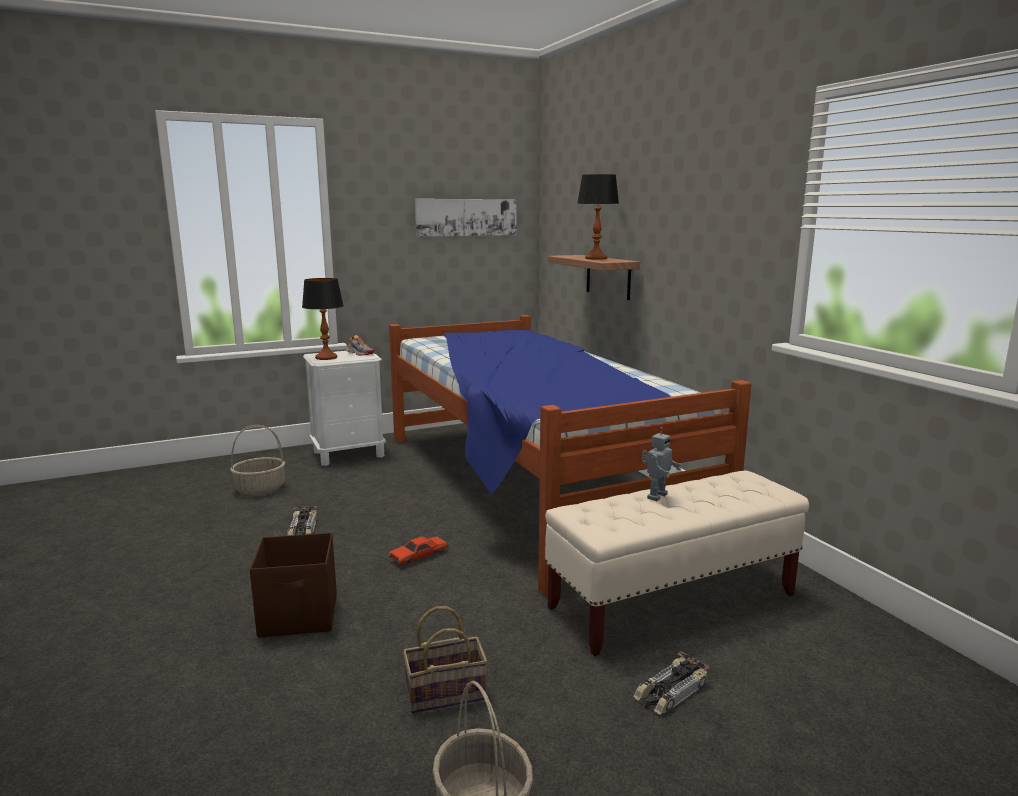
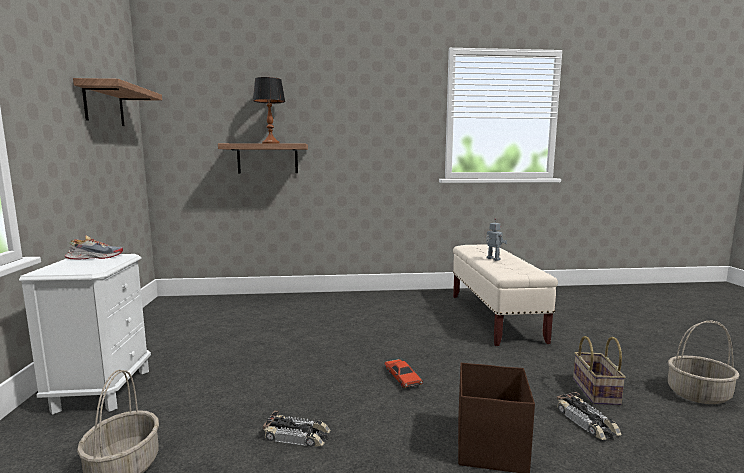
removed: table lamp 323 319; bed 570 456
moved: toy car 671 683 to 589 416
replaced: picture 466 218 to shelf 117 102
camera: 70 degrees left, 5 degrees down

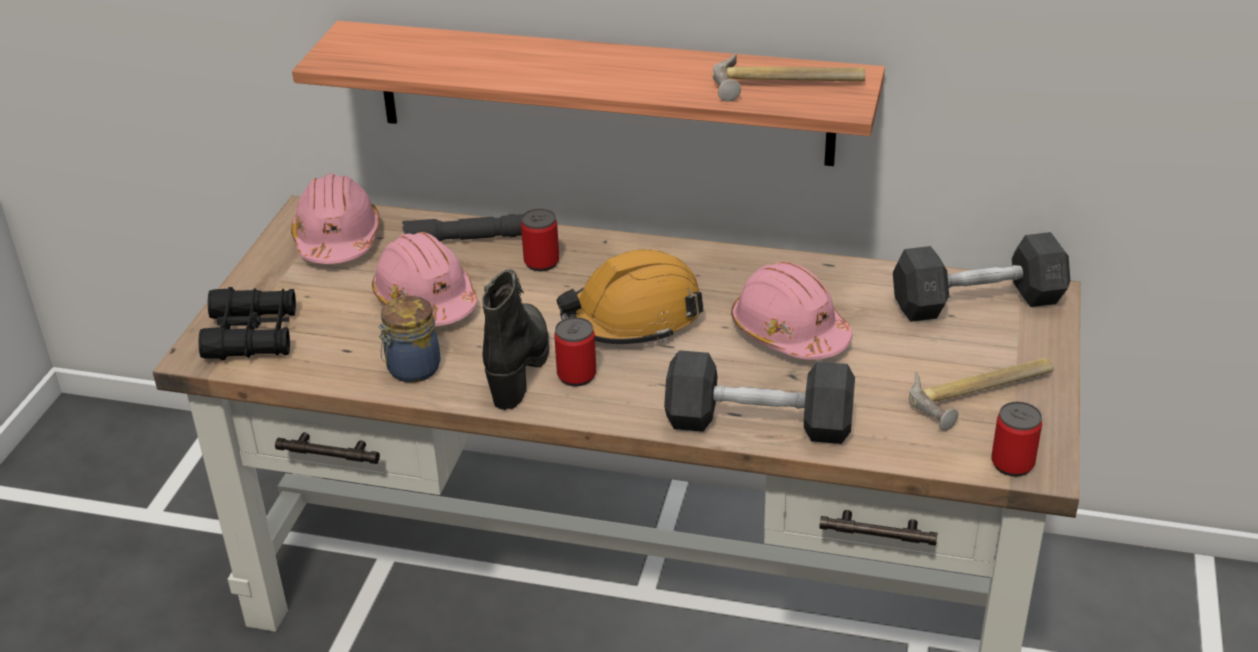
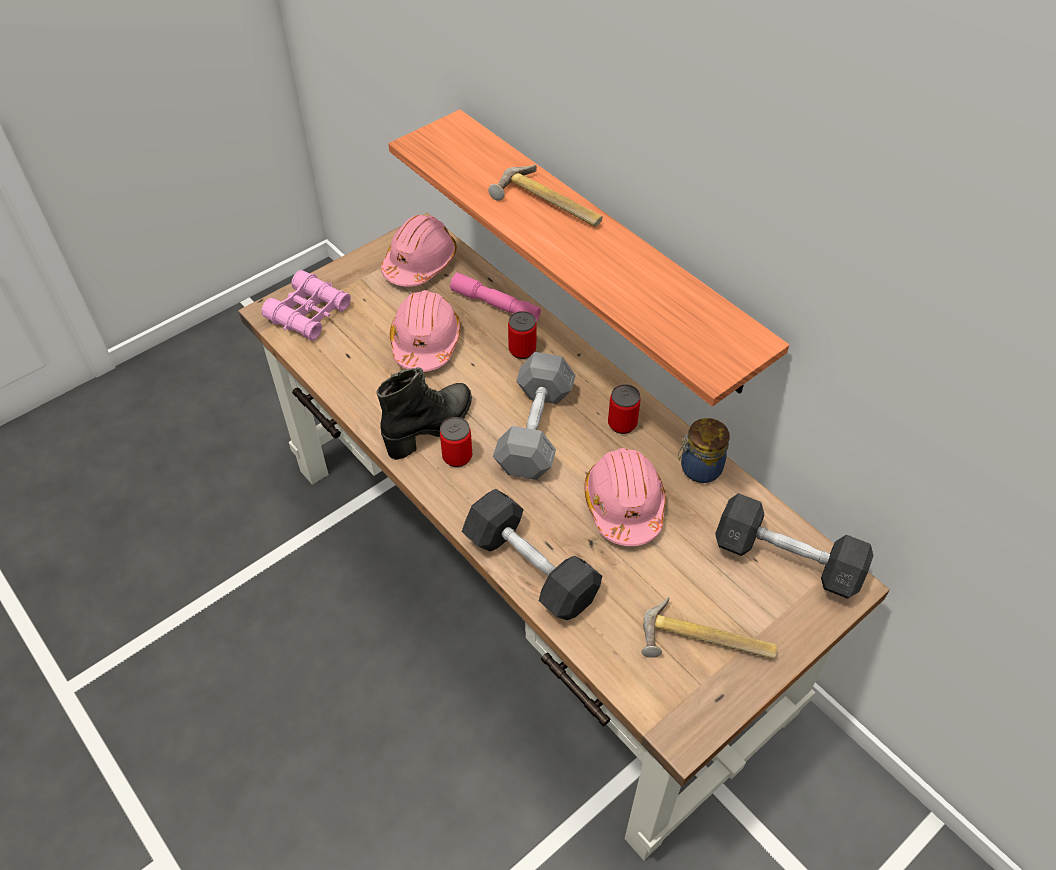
moved: hammer 788 77 to 545 195; can 1016 439 to 624 409; jar 409 339 to 704 450
replaced: hard hat (orange) 630 296 to dumbbell (grey) 534 416
recoloured: binoculars (black) 247 323 to binoculars (pink) 306 305; flashlight (grey) 463 228 to flashlight (pink) 495 296
camera: 35 degrees right, 15 degrees up

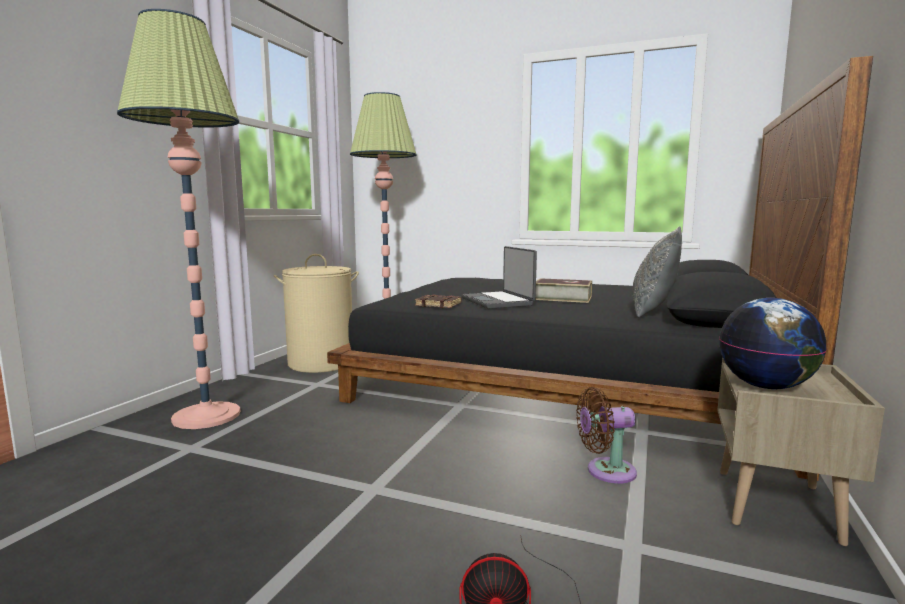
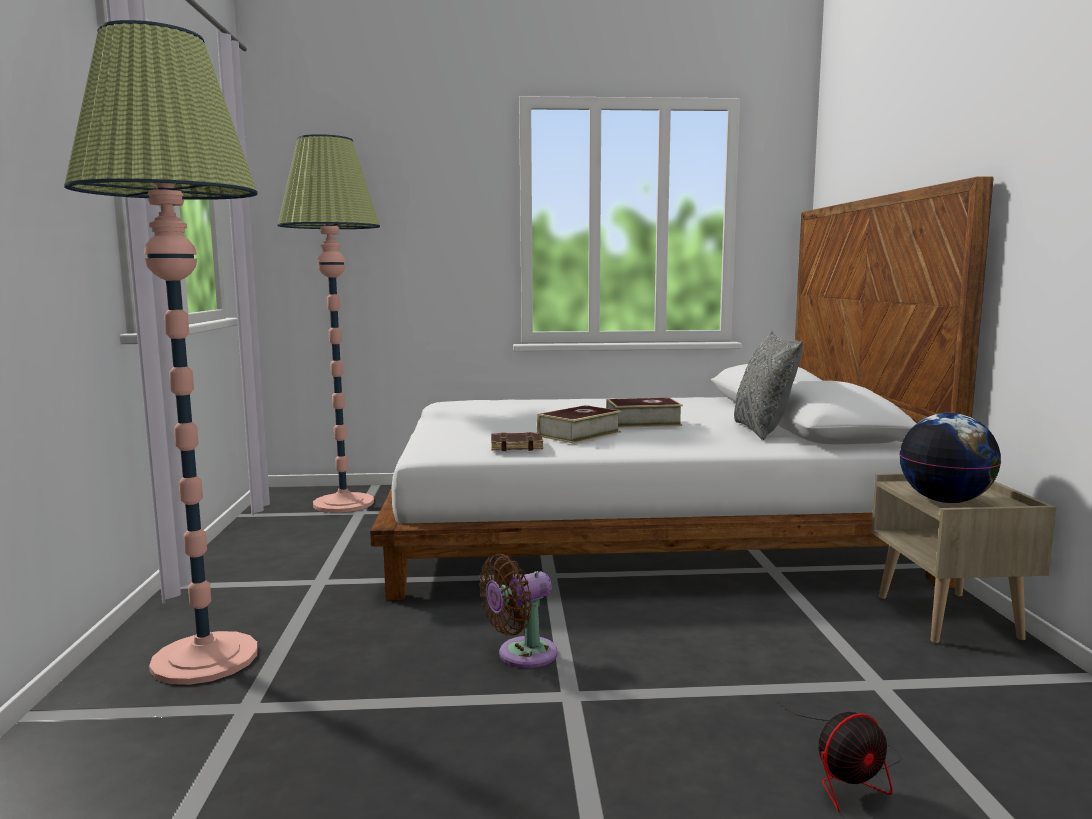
removed: laundry basket (beige) 316 313
moved: fan (brown) 606 435 to 518 611
replaced: laptop 499 277 to book 579 424
recoloured: bed (black) 600 268 to bed (white) 682 388
camera: 25 degrees left, 0 degrees up

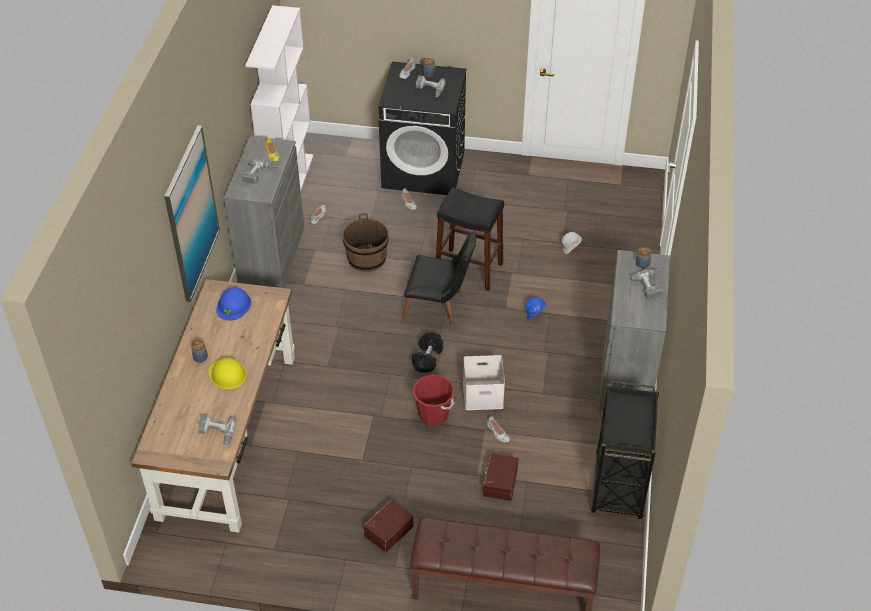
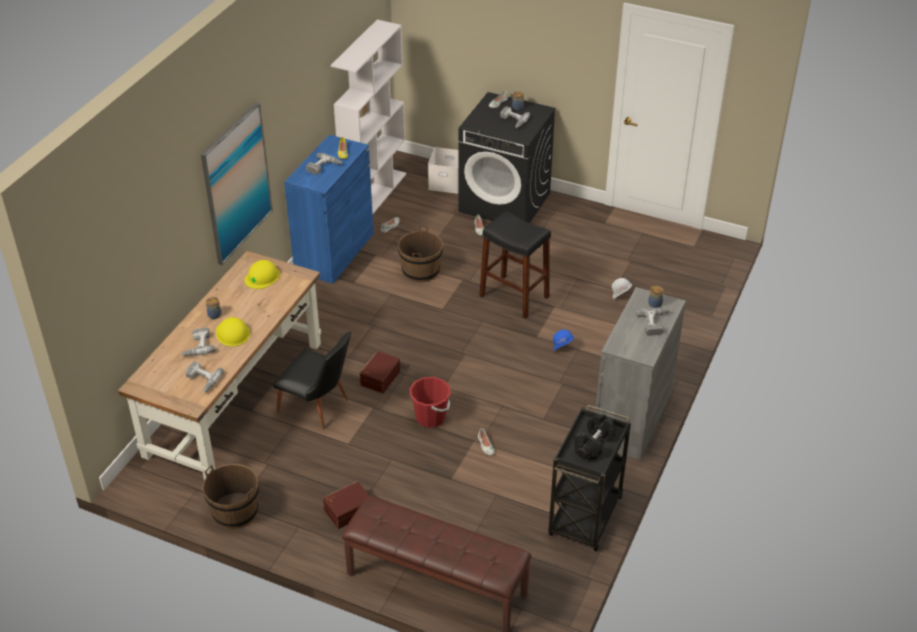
added: power drill 198 341; bucket (brown) 231 496
moved: chair (black) 439 279 to 312 381; storage box (brown) 500 477 to 380 372; storage box (white) 484 382 to 443 170; dumbbell (black) 427 352 to 594 437
recoloured: hard hat (blue) 233 304 to hard hat (yellow) 262 274; cabinet (grey) 264 212 to cabinet (blue) 329 209
camera: 15 degrees right, 5 degrees down

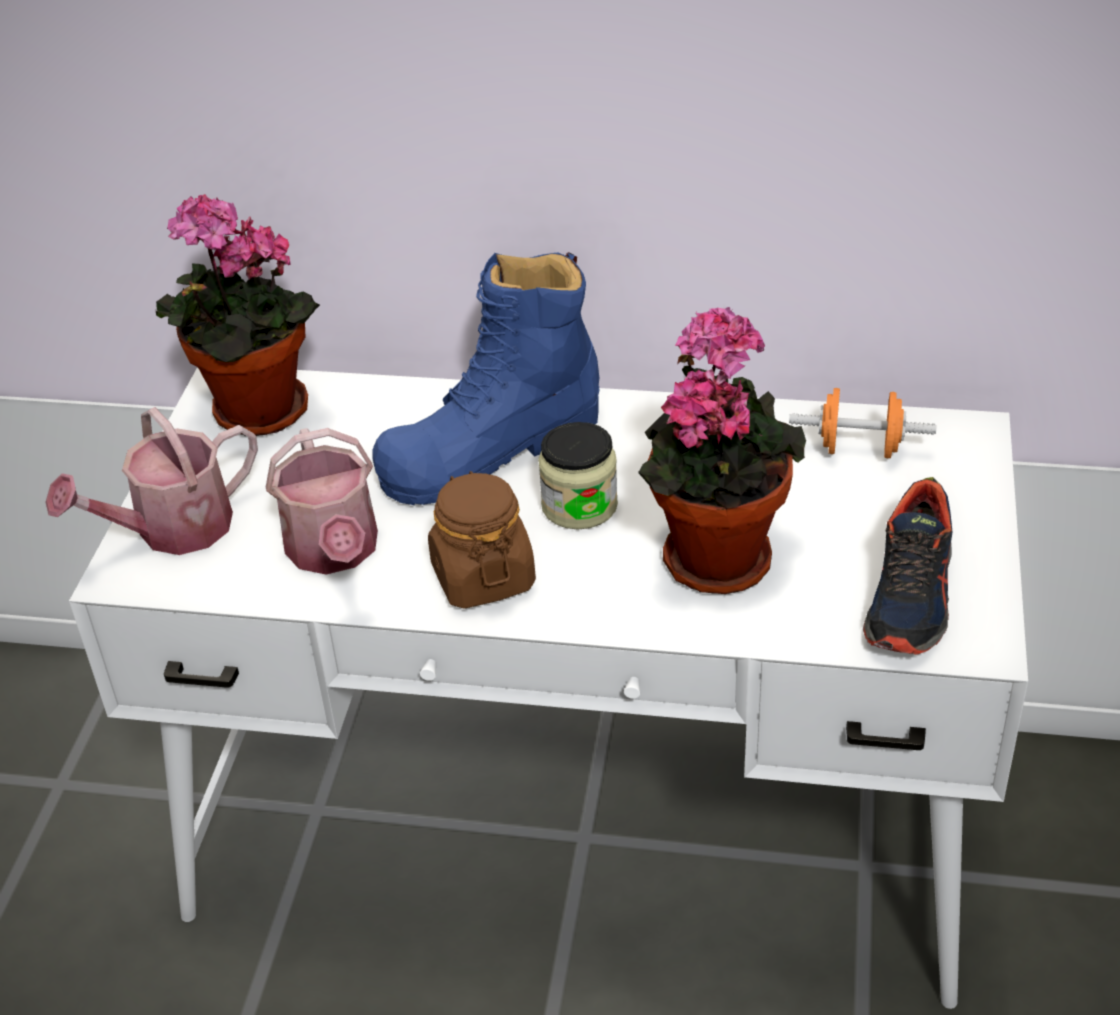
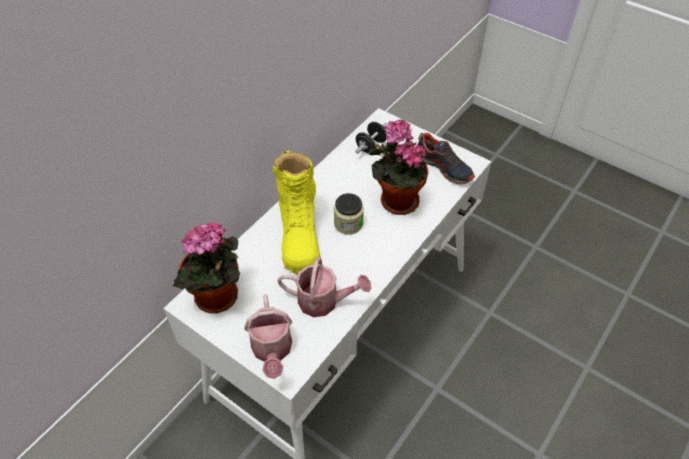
removed: jar (brown) 482 540
recoloured: boot (blue) 486 378 to boot (yellow) 296 212; dumbbell (orange) 863 423 to dumbbell (black) 371 138
camera: 65 degrees left, 10 degrees up

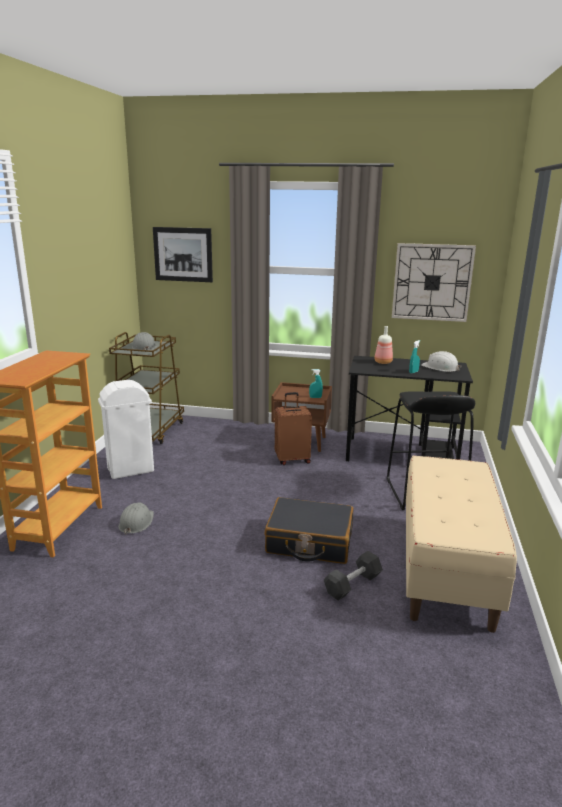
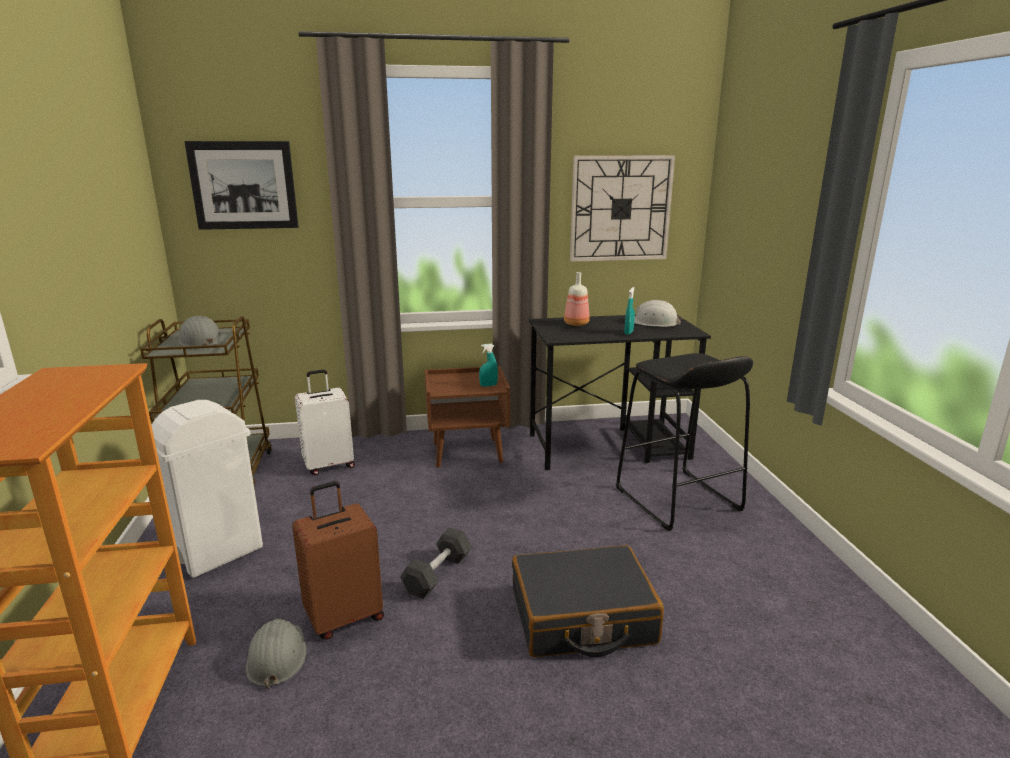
removed: bench (beige) 461 544
added: suitcase (white) 325 422
moved: suitcase (brown) 293 428 to 338 560; dumbbell (black) 353 576 to 435 563
camera: 20 degrees left, 0 degrees up

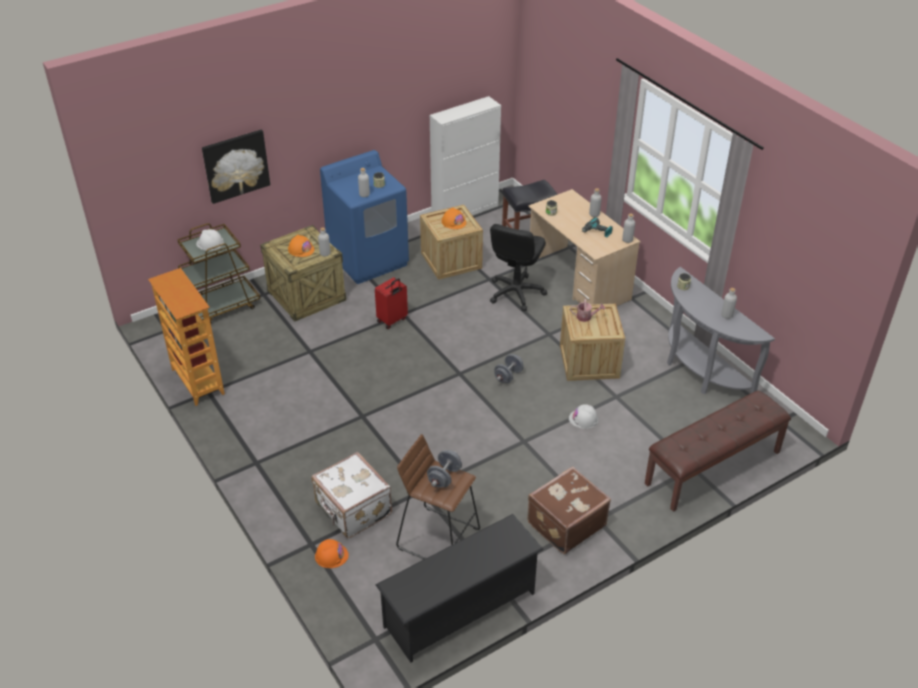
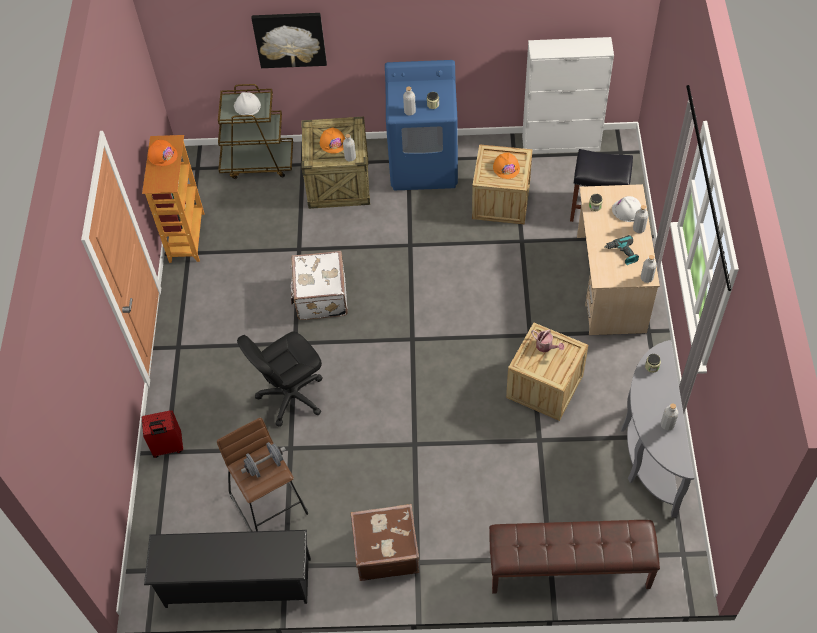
removed: dumbbell (grey) 509 368
moved: suitcase (red) 391 303 to 162 434; hard hat (orange) 331 553 to 163 153; office chair (black) 518 267 to 280 379; suitcase (white) 351 495 to 319 285; hard hat (white) 583 416 to 626 209
camera: 35 degrees right, 15 degrees up

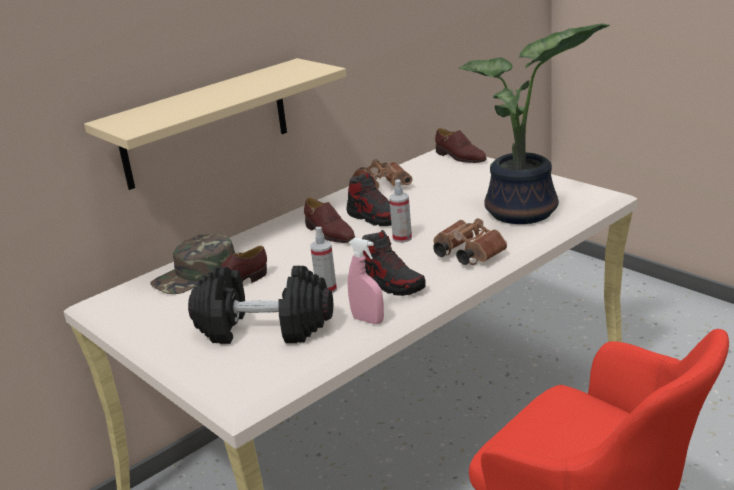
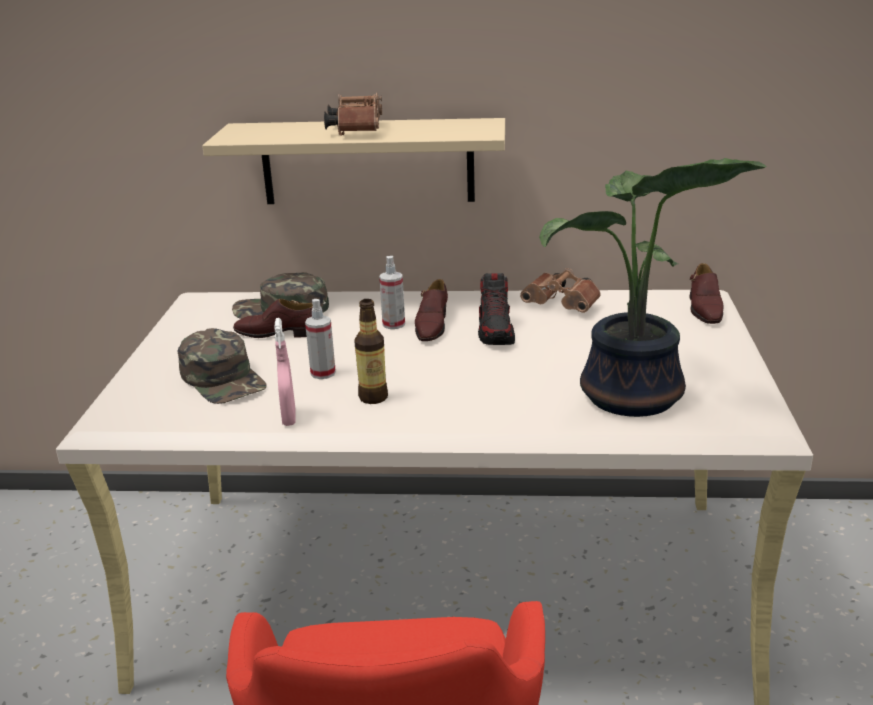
moved: binoculars (brown) 470 241 to 353 114; spray bottle 400 211 to 392 292
replaced: dumbbell (black) 260 305 to cap (green) 222 366; shoe 394 263 to bottle 371 351
camera: 45 degrees right, 0 degrees up

